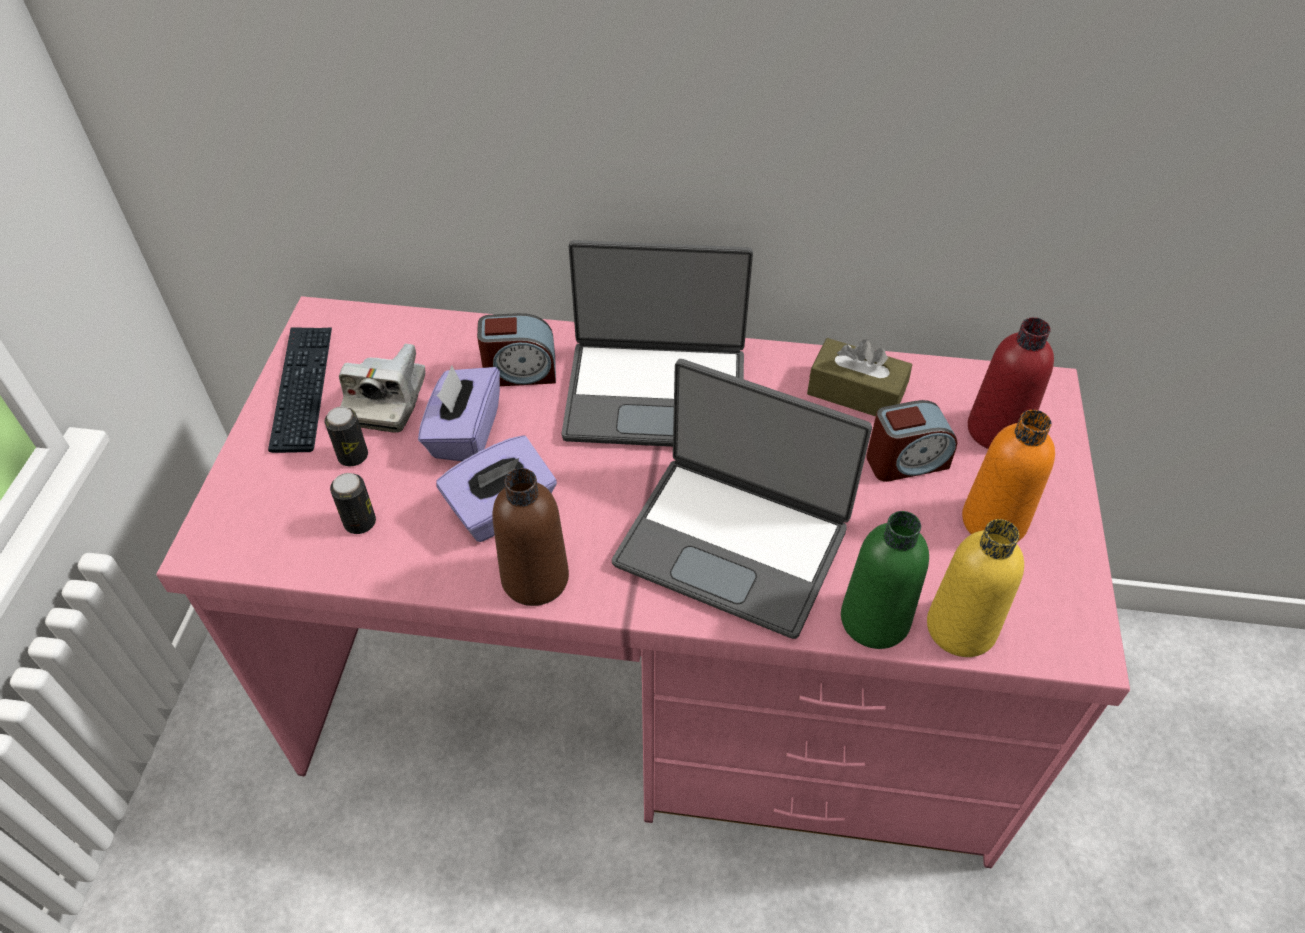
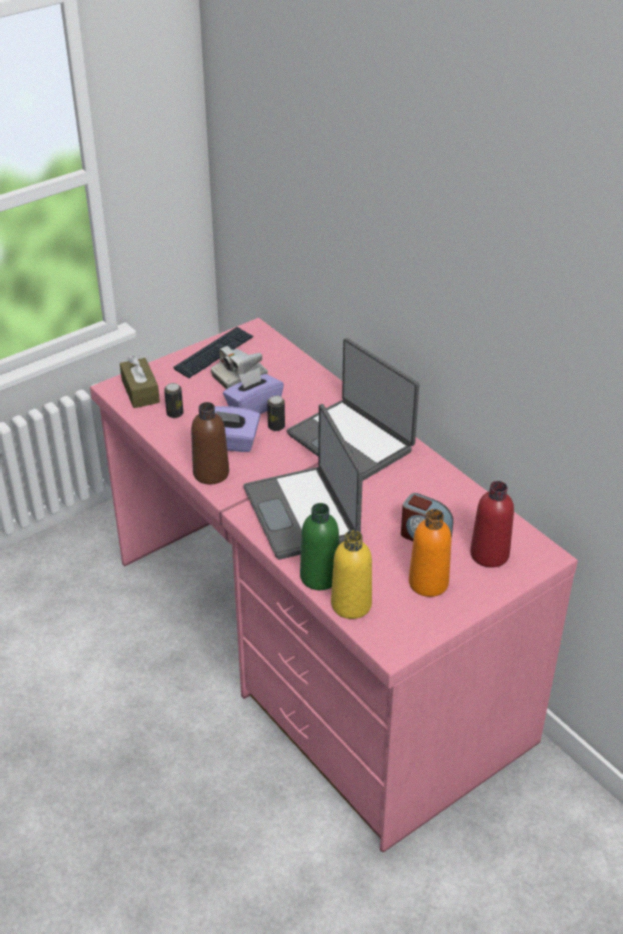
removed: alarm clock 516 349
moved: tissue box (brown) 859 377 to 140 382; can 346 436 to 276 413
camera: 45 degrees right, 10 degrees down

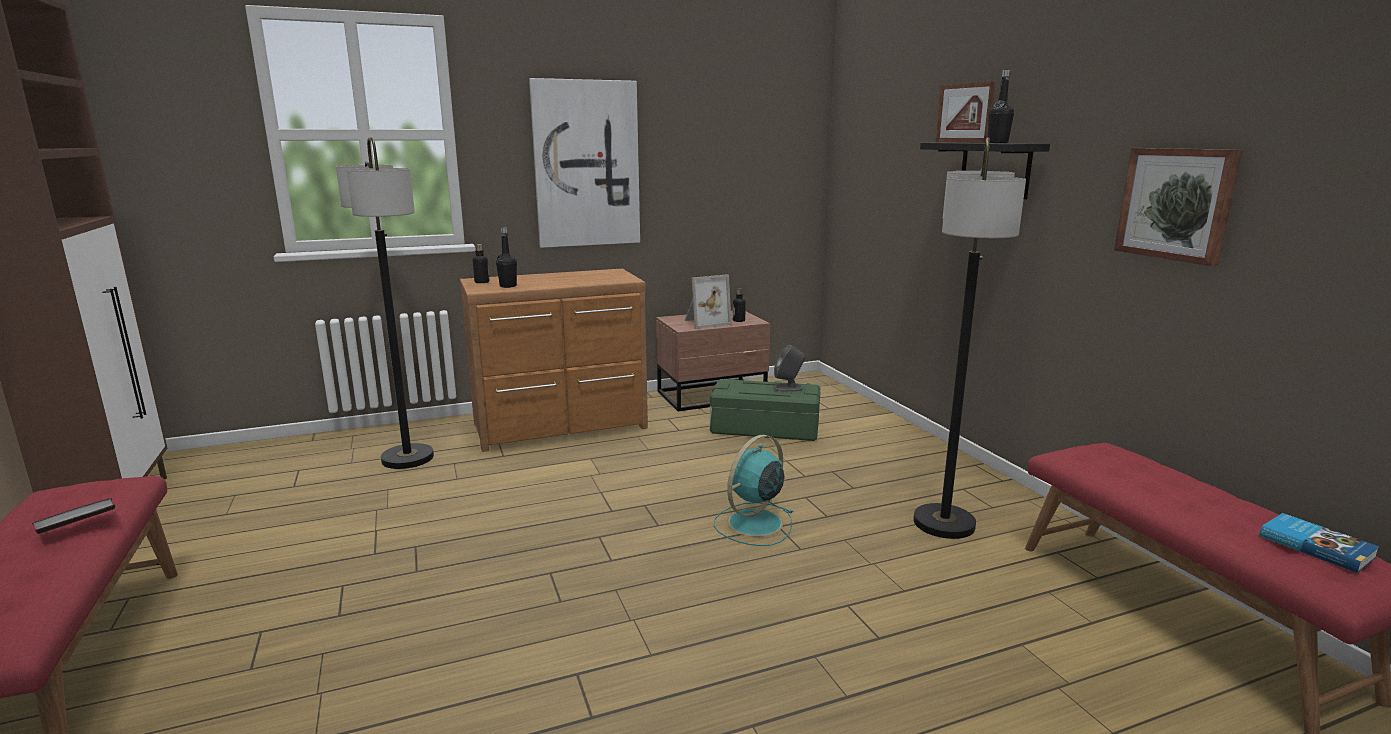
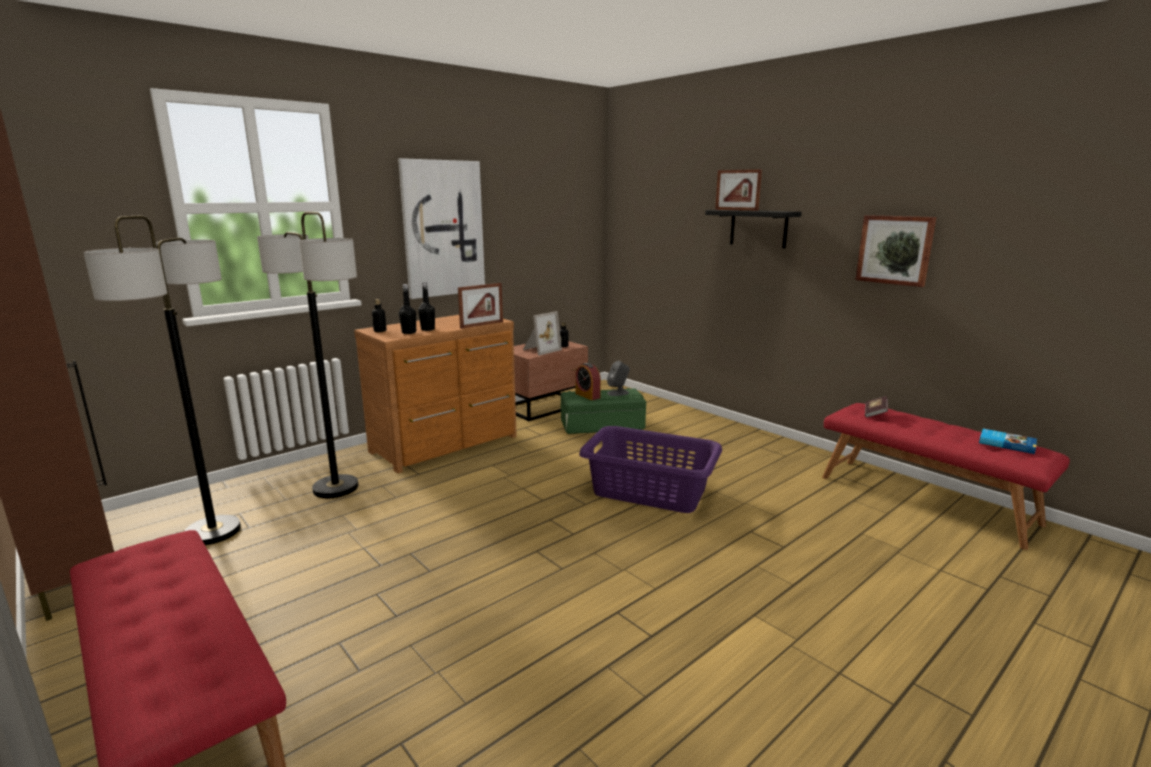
added: picture frame 480 306; alarm clock 588 381
moved: floor lamp 969 338 to 162 380; bottle (black) 1001 106 to 426 306; book 73 516 to 876 407
replaced: fan (turquoise) 753 490 to laundry basket (purple) 650 469
camera: 20 degrees left, 0 degrees up

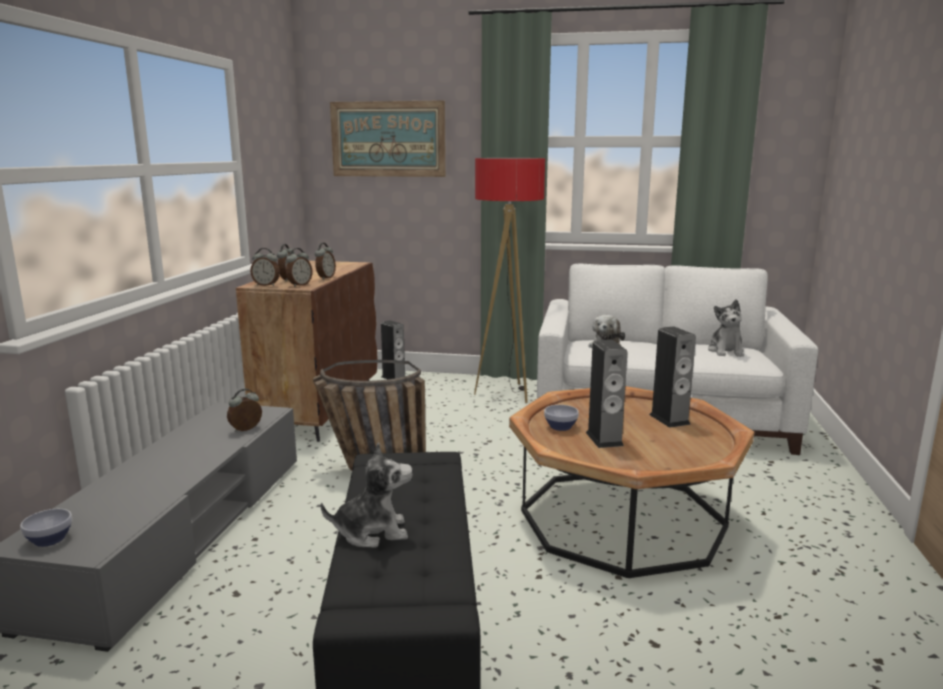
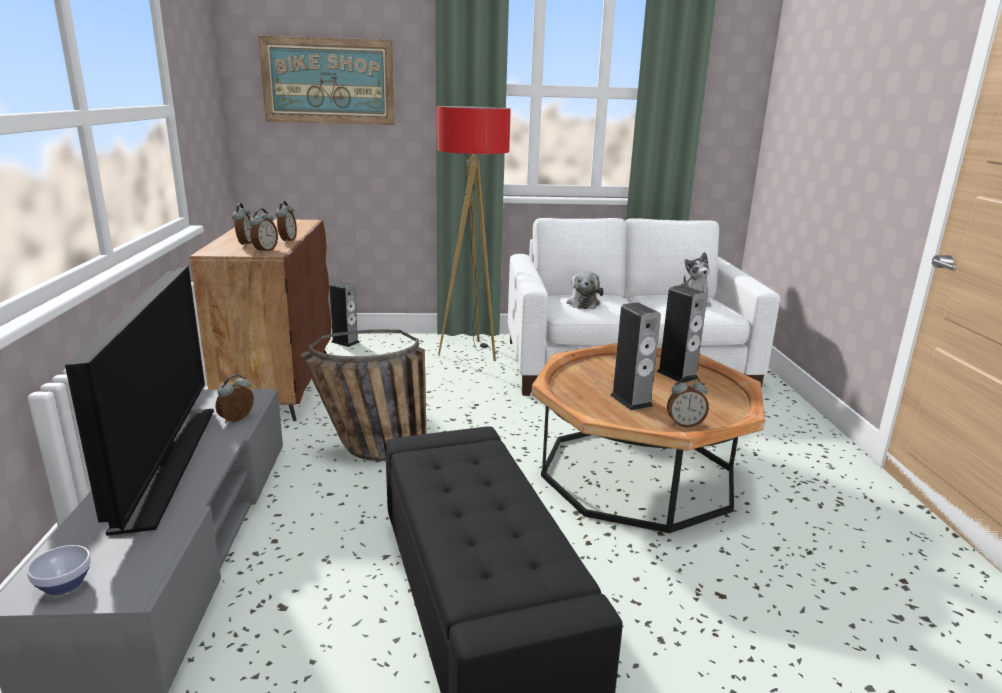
removed: plush toy 366 495; bowl 561 418
added: television 139 401
moved: alarm clock 265 267 to 688 401
camera: 15 degrees left, 5 degrees up

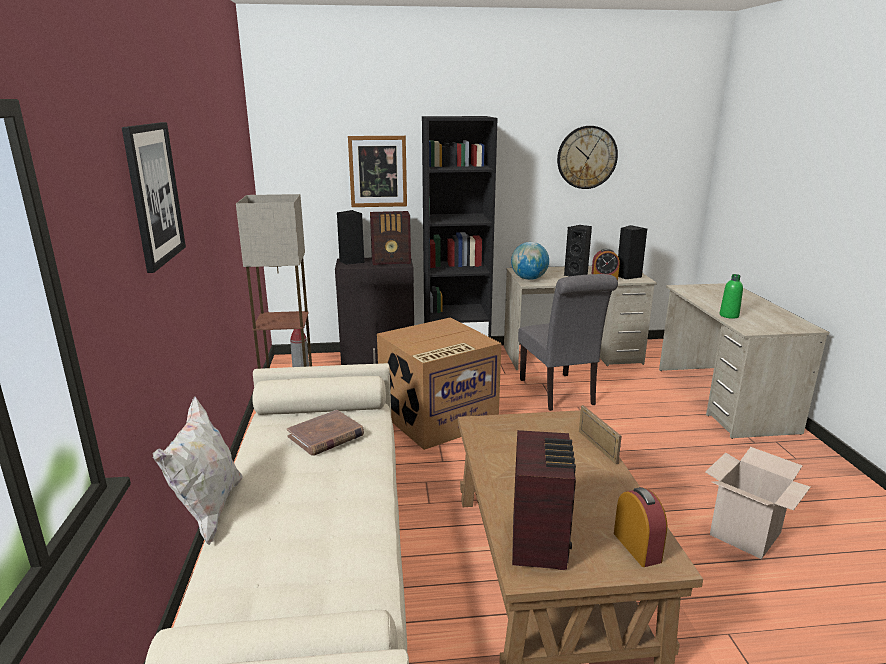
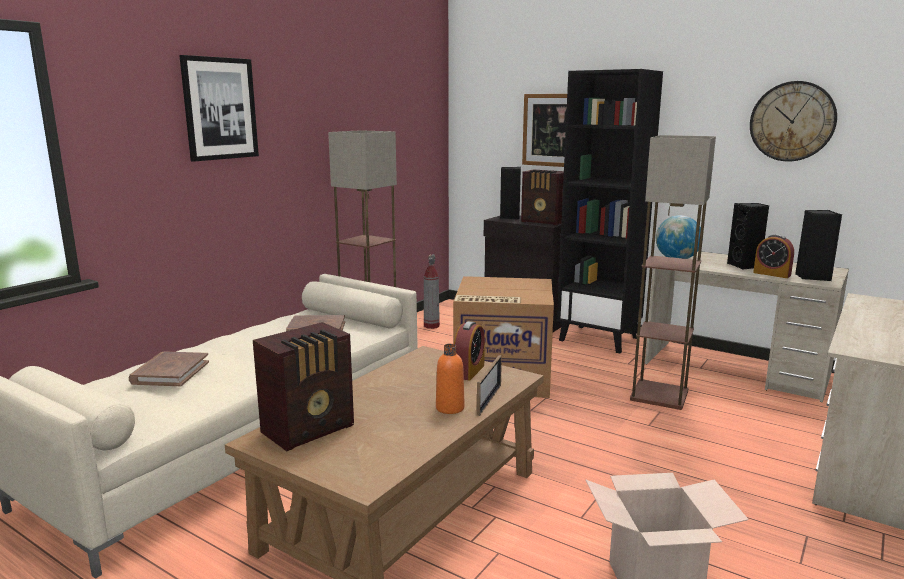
removed: pillow (white) 198 470; bottle (green) 731 296
added: book (brown) 169 368; bottle (orange) 450 379
moved: alarm clock 640 527 to 469 350
replaced: chair (grey) 568 342 to floor lamp 673 272
camera: 40 degrees right, 5 degrees down

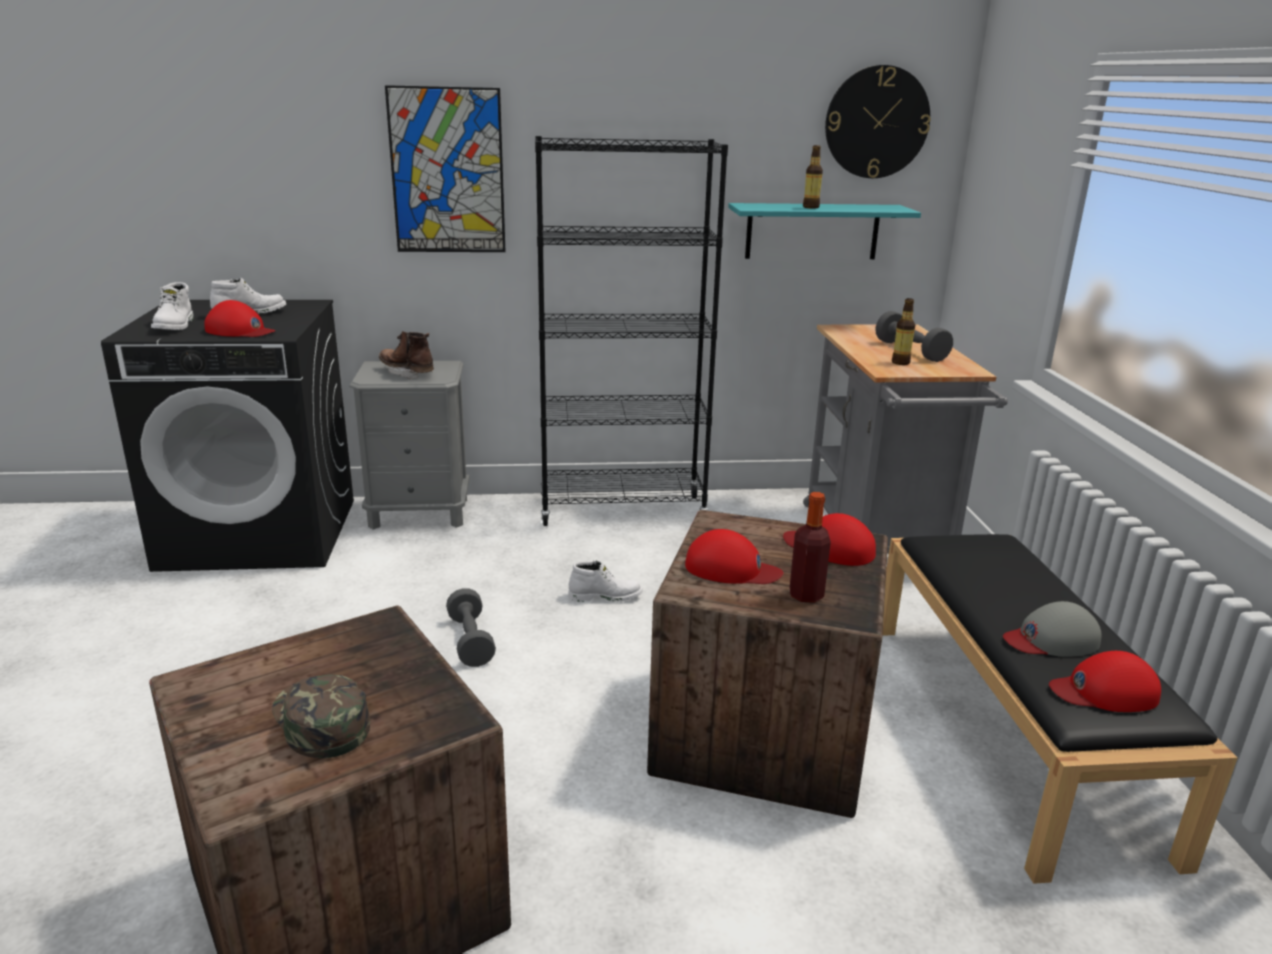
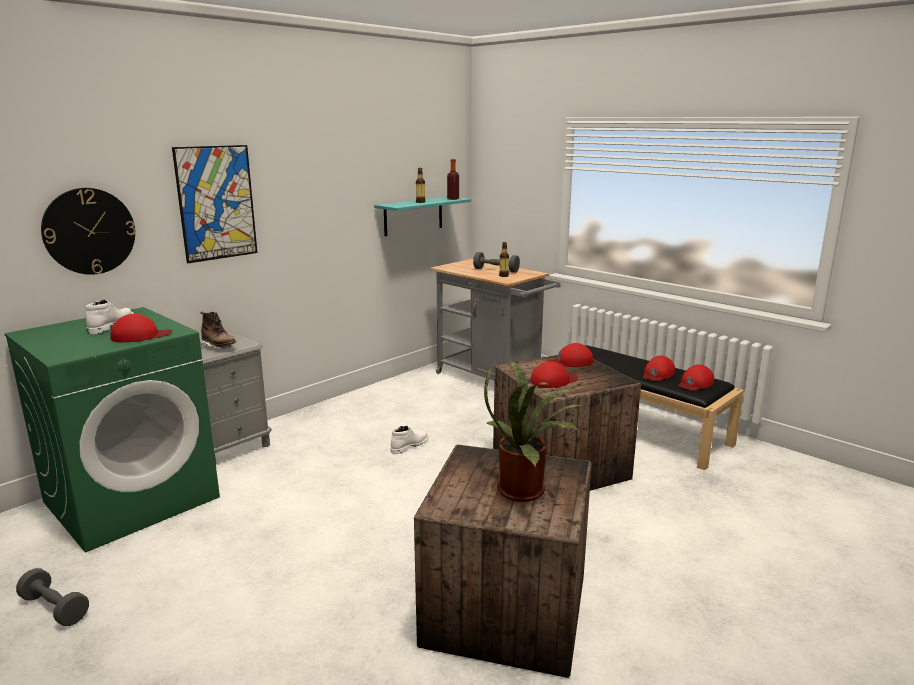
removed: boot (white) 172 306; bookcase (black) 631 331
moved: dumbbell (grey) 471 627 to 52 597; wall clock 878 121 to 88 231; bottle 810 547 to 453 179
replaced: cap (green) 321 716 to potted plant 533 431
recoloured: washing machine (black) 227 436 to washing machine (green) 112 430; cap (grey) 1052 629 to cap (red) 659 368
turned: boot (brown) 406 355 = 218 330 135 degrees counterclockwise
camera: 40 degrees left, 5 degrees down

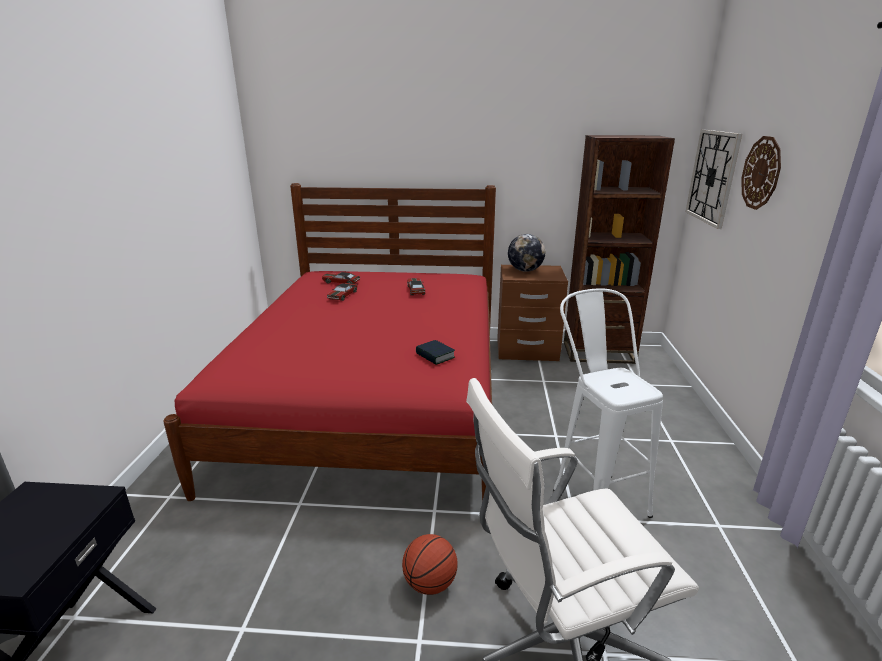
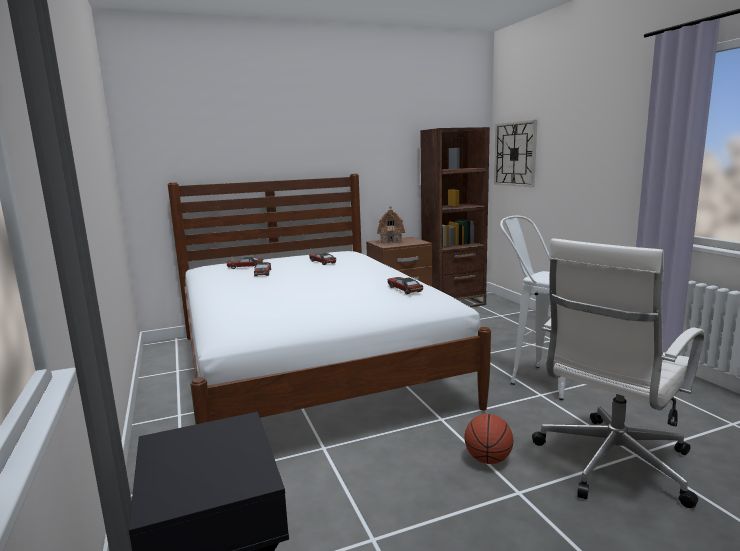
removed: wall clock 761 173
replaced: globe 526 253 to toy house 391 225; book 435 352 to toy car 405 285
recoloured: bed (red) 329 342 to bed (white) 329 299
camera: 25 degrees left, 10 degrees down

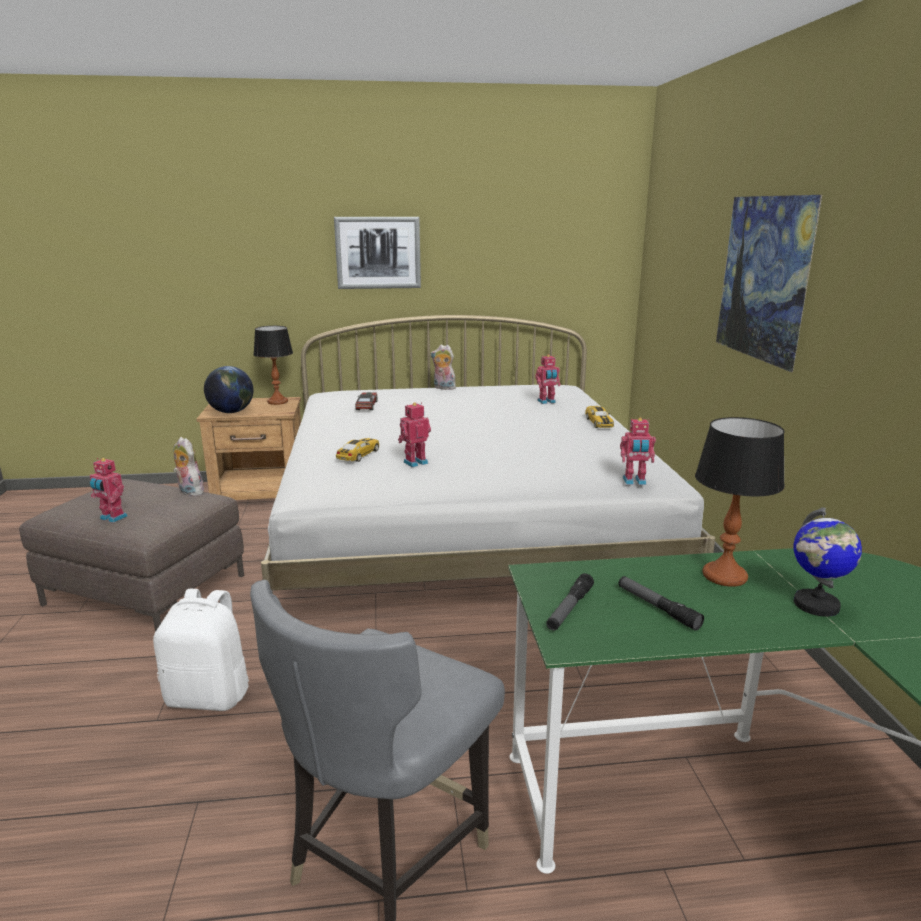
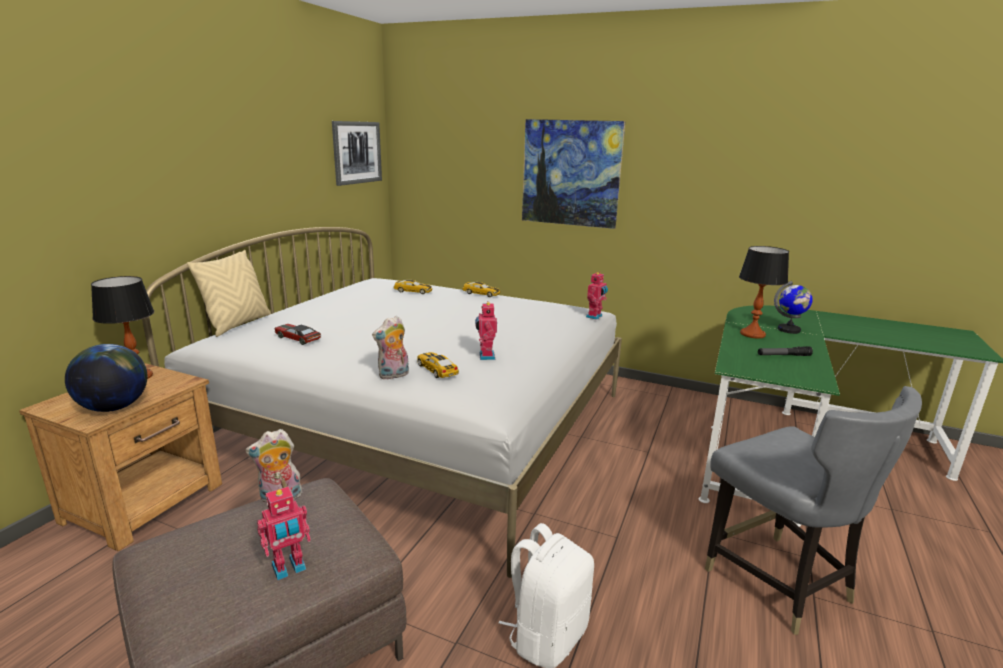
removed: flashlight 570 602
added: pillow (beige) 229 293
moved: picture 377 253 to 357 153; plush toy 443 367 to 390 348
replaced: toy robot 547 379 to toy car 412 287
camera: 60 degrees left, 0 degrees up

